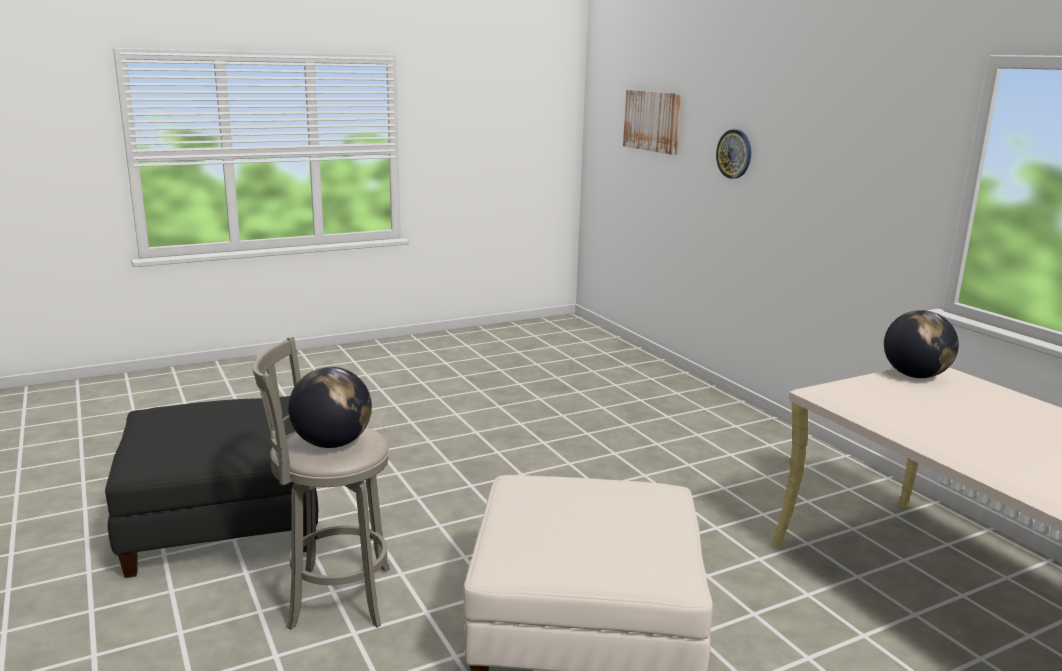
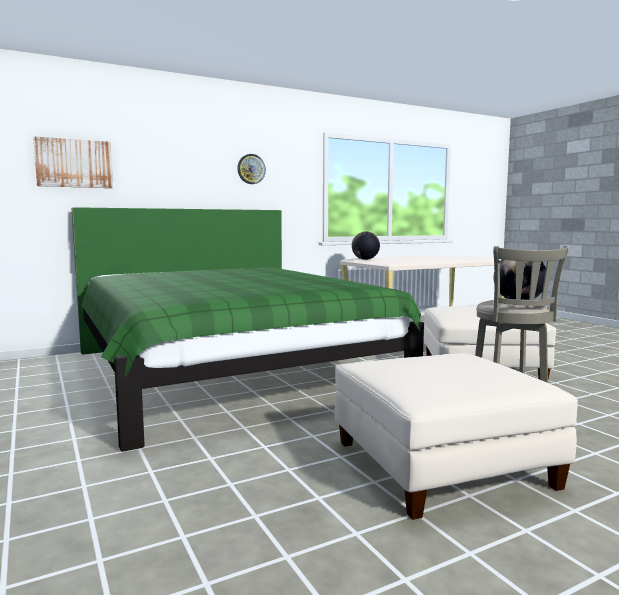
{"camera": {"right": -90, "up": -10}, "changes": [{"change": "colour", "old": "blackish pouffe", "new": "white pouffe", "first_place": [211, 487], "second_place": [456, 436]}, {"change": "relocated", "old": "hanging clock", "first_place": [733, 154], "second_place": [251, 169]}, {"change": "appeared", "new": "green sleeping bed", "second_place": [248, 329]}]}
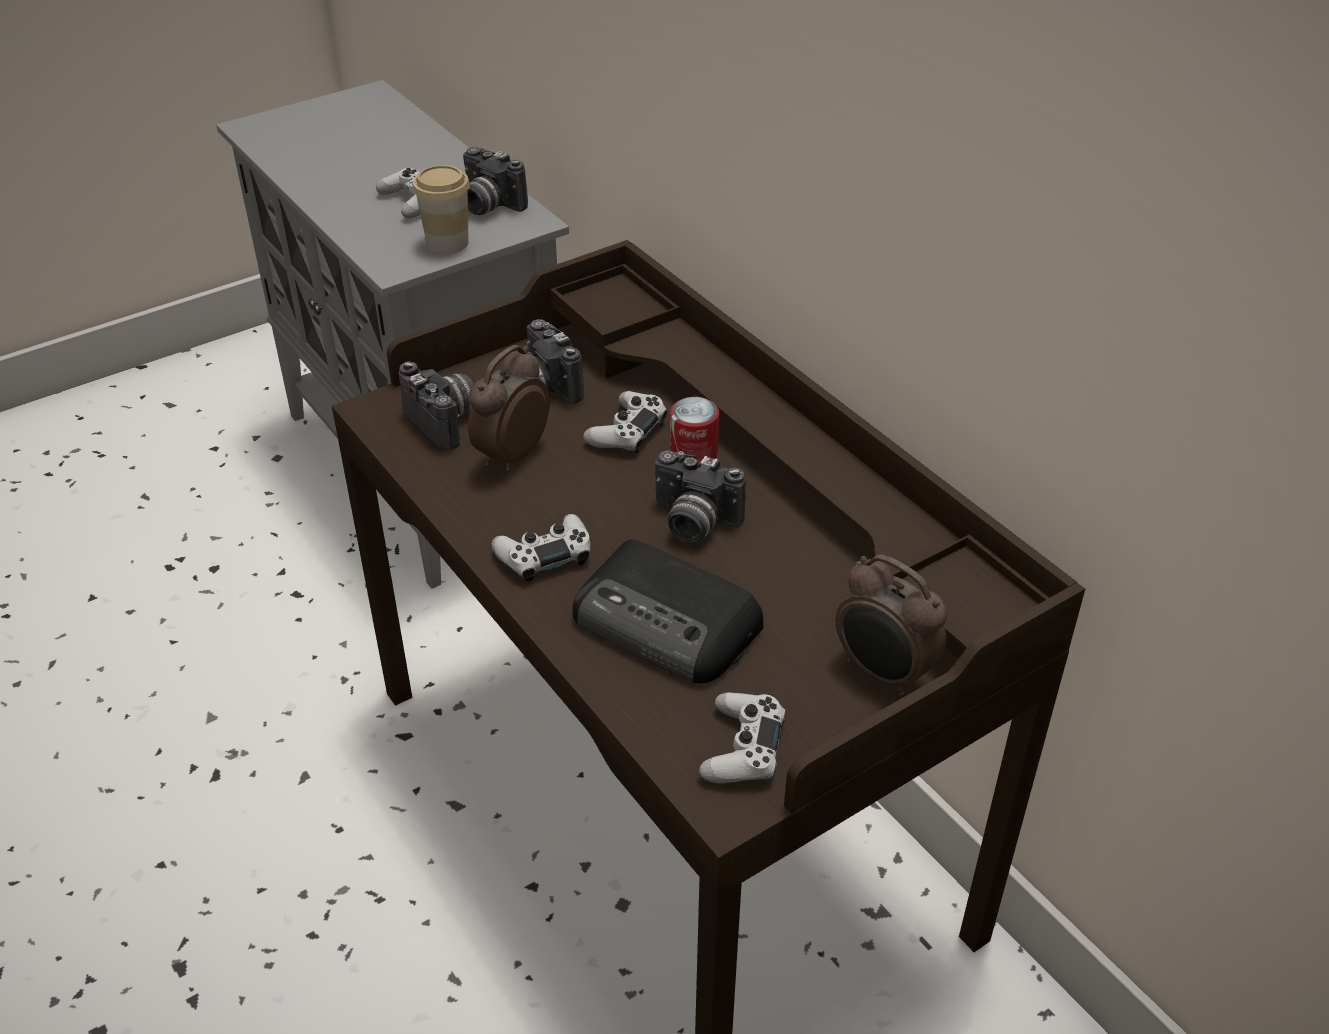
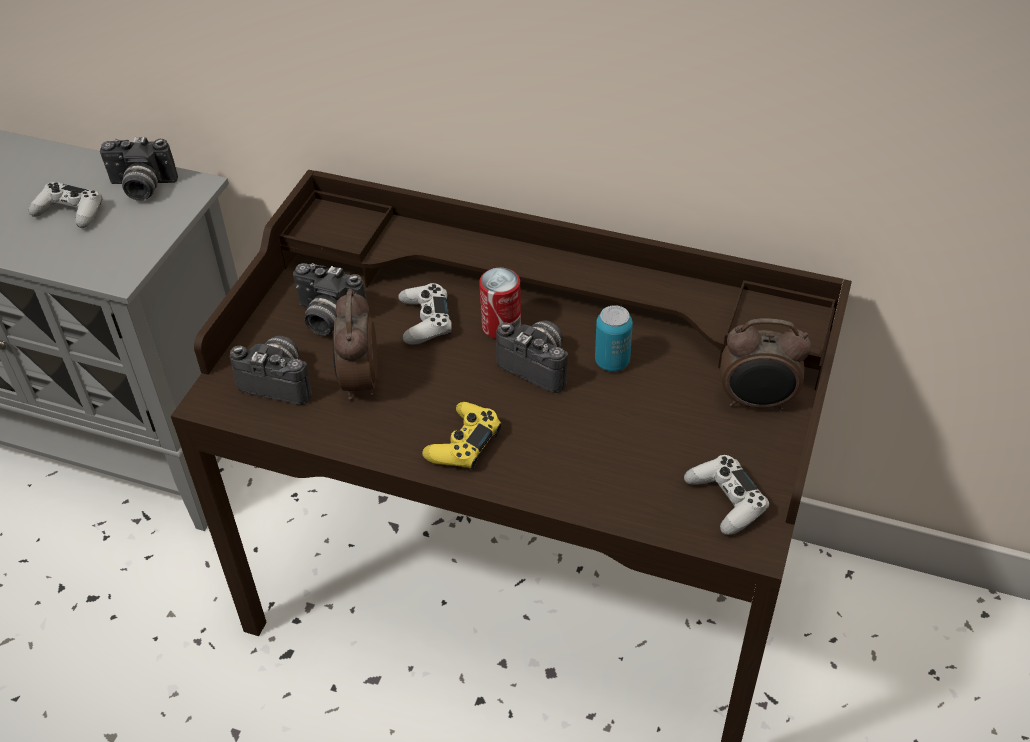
{"camera": {"right": -35, "up": 5}, "changes": [{"change": "missing", "old": "cup", "first_place": [441, 209]}, {"change": "colour", "old": "white gamepad", "new": "yellow gamepad", "first_place": [541, 548], "second_place": [462, 436]}, {"change": "missing", "old": "radio set", "first_place": [667, 611]}, {"change": "spun", "old": "photo camera", "first_place": [700, 497], "second_place": [532, 357], "degrees": -135}, {"change": "appeared", "new": "metal can", "second_place": [614, 338]}]}
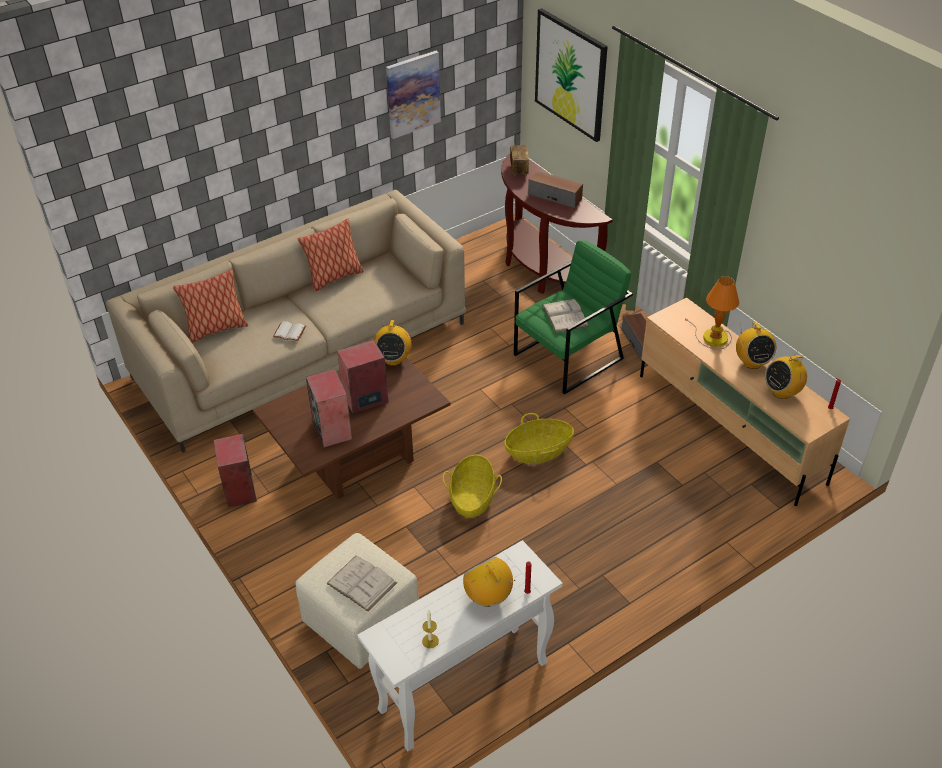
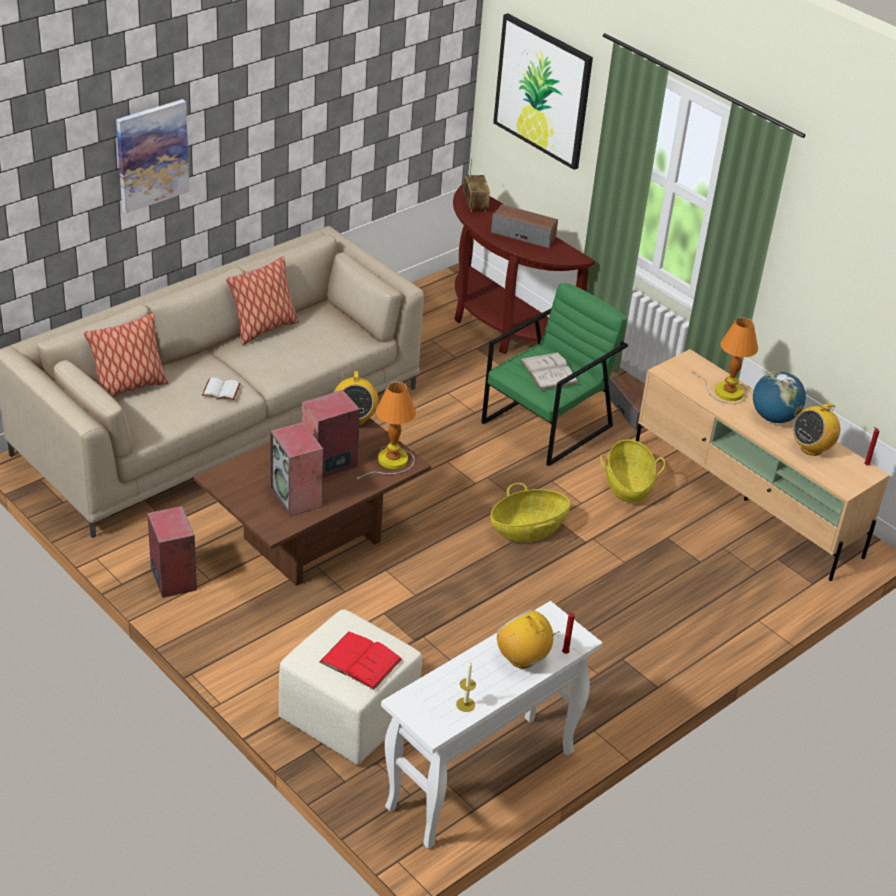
{"camera": {"right": -10, "up": -5}, "changes": [{"change": "colour", "old": "white book", "new": "red book", "first_place": [361, 584], "second_place": [360, 661]}, {"change": "relocated", "old": "picture", "first_place": [413, 95], "second_place": [152, 156]}, {"change": "relocated", "old": "basket", "first_place": [472, 486], "second_place": [632, 470]}, {"change": "exchanged", "old": "radio set", "new": "globe", "first_place": [756, 345], "second_place": [779, 397]}, {"change": "appeared", "new": "tabletop lamp", "second_place": [386, 431]}]}
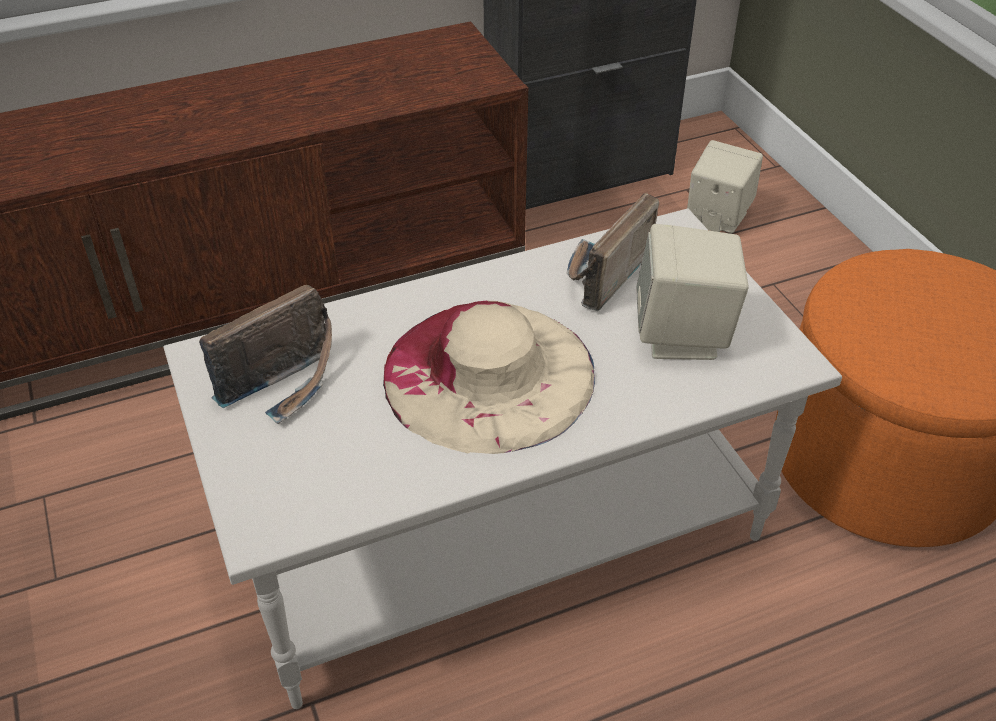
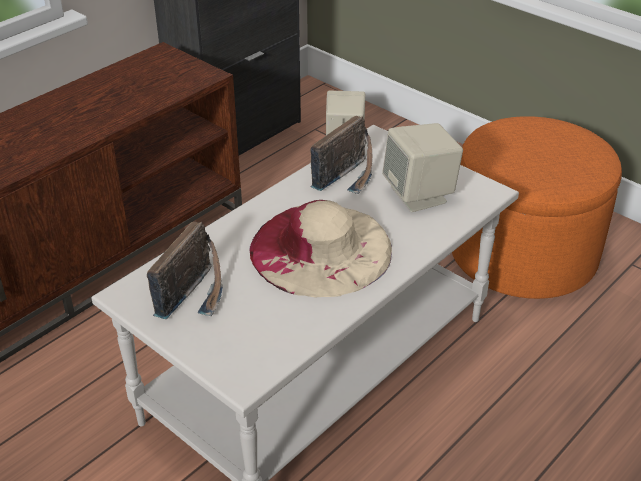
{"camera": {"right": -25, "up": -5}, "changes": [{"change": "spun", "old": "radio set", "first_place": [613, 252], "second_place": [341, 155], "degrees": -150}]}
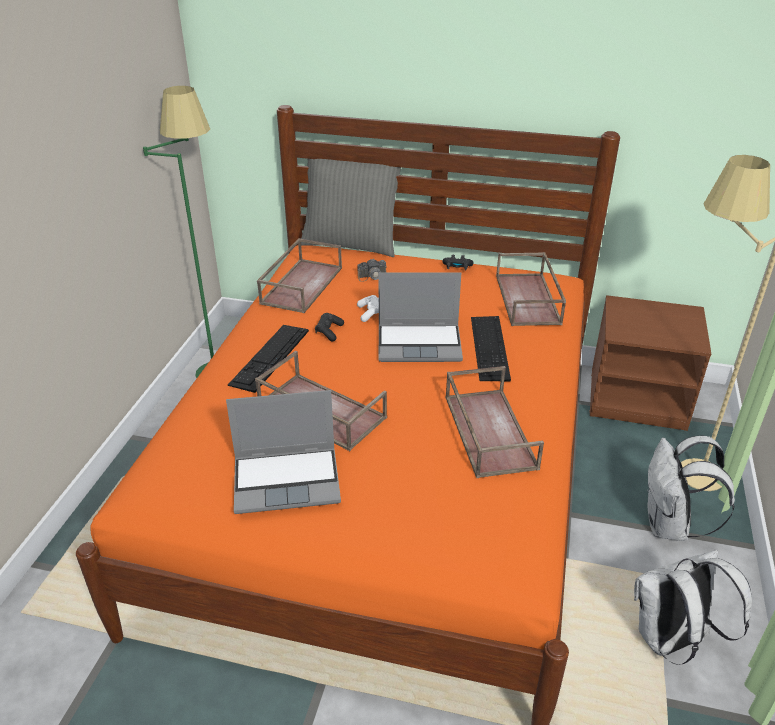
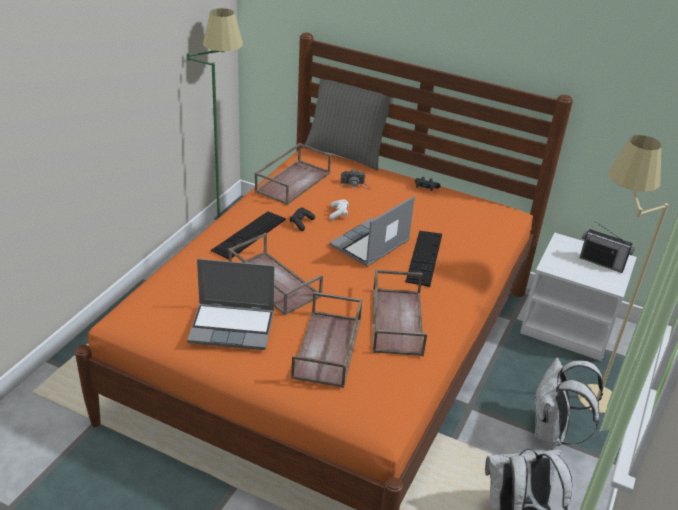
{"camera": {"right": 10, "up": 0}, "changes": [{"change": "spun", "old": "laptop", "first_place": [420, 317], "second_place": [372, 231], "degrees": 120}, {"change": "relocated", "old": "brownish tray", "first_place": [531, 289], "second_place": [326, 340]}, {"change": "colour", "old": "brownish bedside table", "new": "white bedside table", "first_place": [650, 363], "second_place": [578, 296]}, {"change": "appeared", "new": "radio set", "second_place": [607, 247]}]}
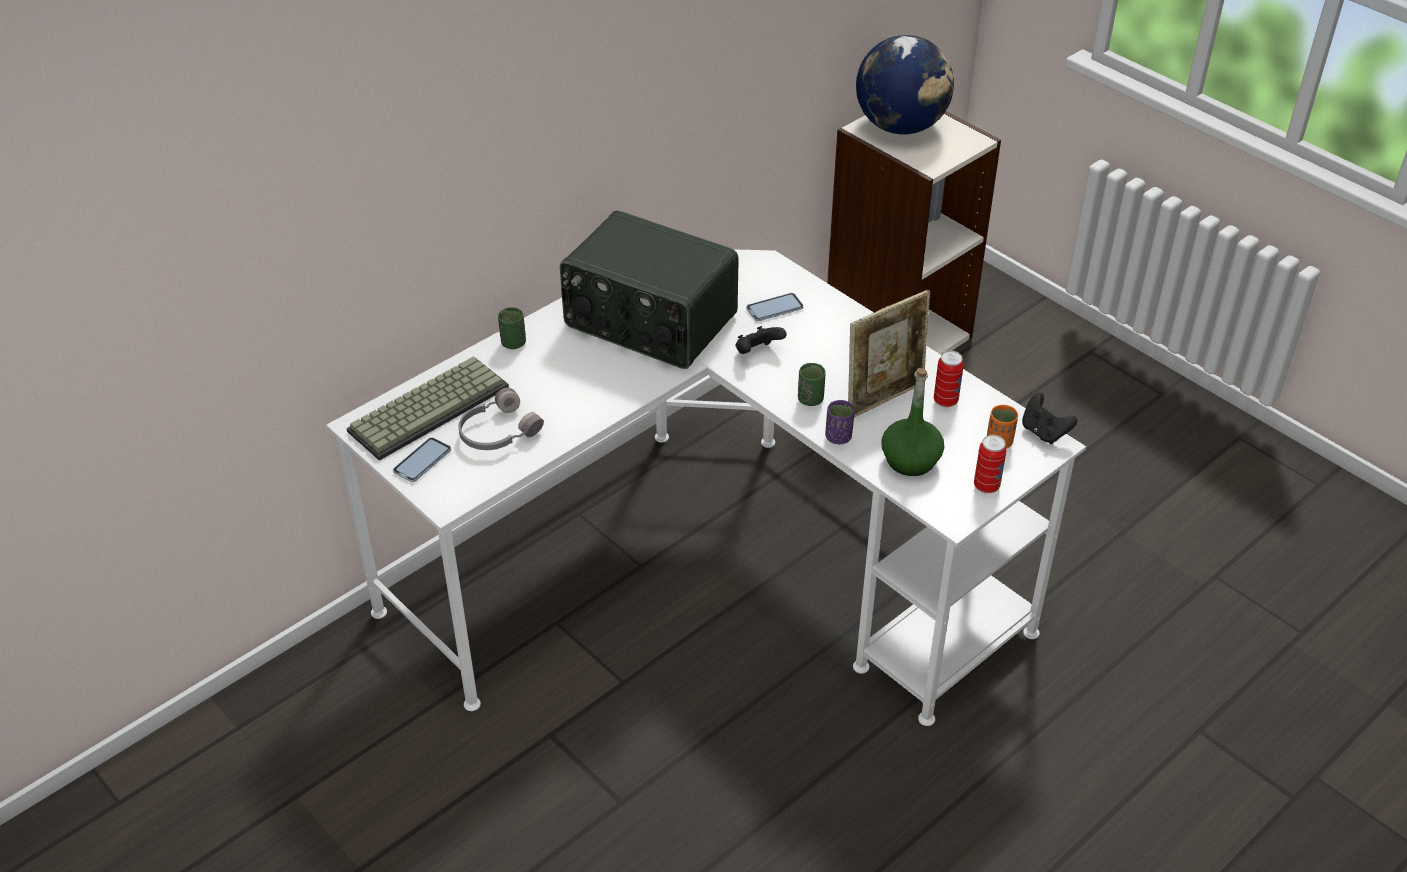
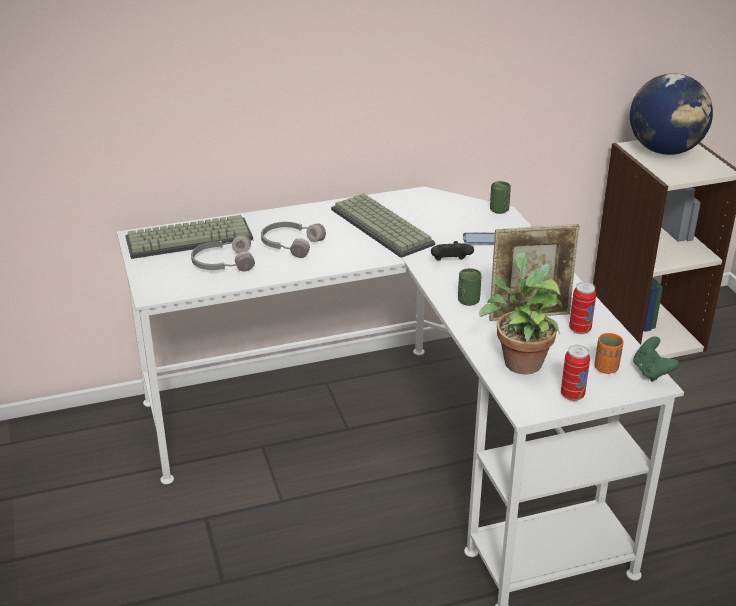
{"camera": {"right": 25, "up": -10}, "changes": [{"change": "missing", "old": "phone", "first_place": [422, 459]}, {"change": "relocated", "old": "green cup", "first_place": [512, 328], "second_place": [500, 197]}, {"change": "exchanged", "old": "radio set", "new": "PC keyboard", "first_place": [649, 289], "second_place": [383, 225]}, {"change": "missing", "old": "purplish cup", "first_place": [840, 422]}, {"change": "exchanged", "old": "green bottle", "new": "houseplant", "first_place": [912, 422], "second_place": [520, 313]}, {"change": "colour", "old": "blackish gamepad", "new": "green gamepad", "first_place": [1049, 418], "second_place": [656, 359]}, {"change": "appeared", "new": "gray headphones", "second_place": [293, 240]}]}
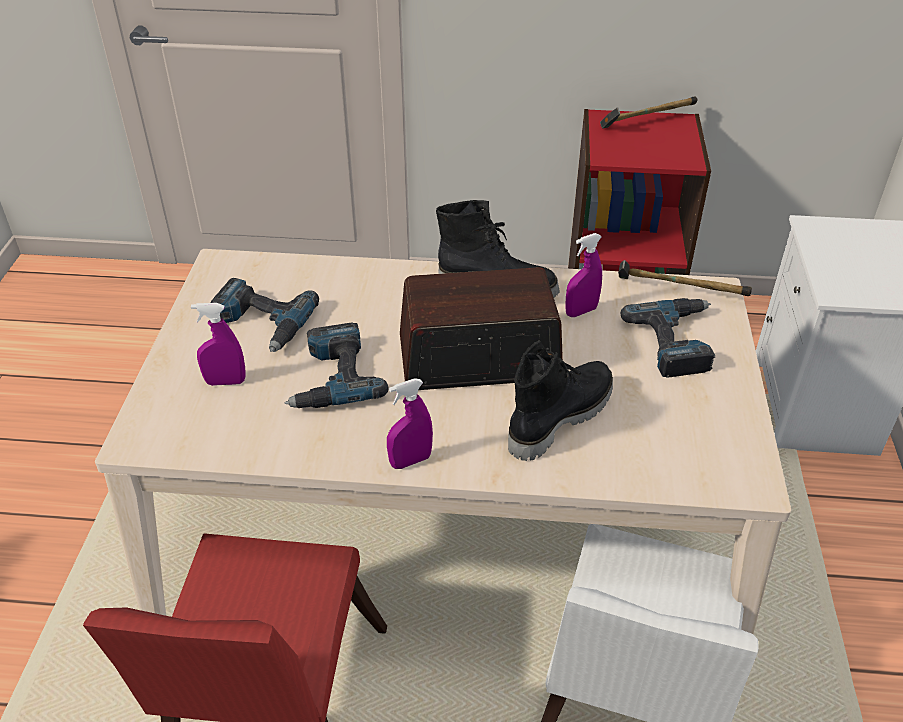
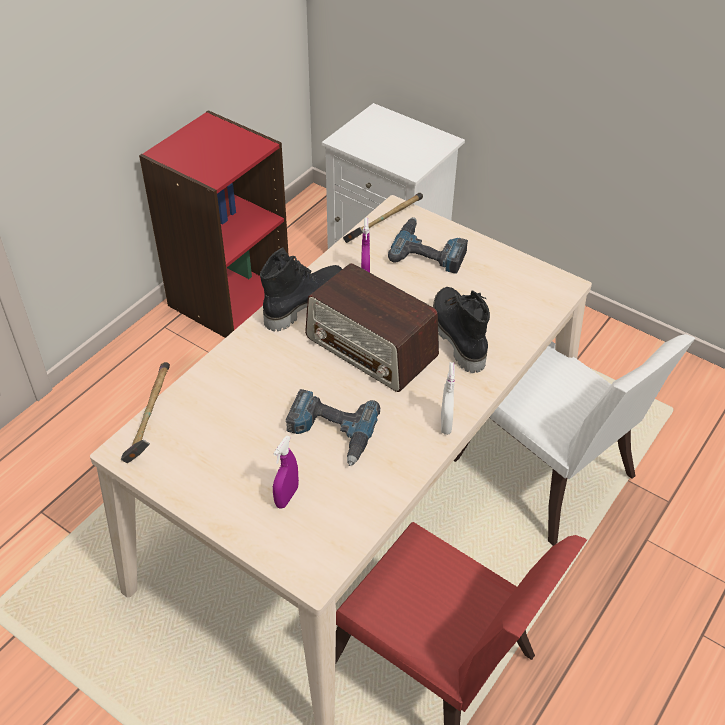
{"camera": {"right": -60, "up": 5}, "changes": [{"change": "missing", "old": "power drill", "first_place": [264, 315]}, {"change": "colour", "old": "purplish hand sprayer", "new": "white hand sprayer", "first_place": [410, 423], "second_place": [448, 398]}, {"change": "spun", "old": "radio set", "first_place": [481, 328], "second_place": [372, 327], "degrees": -75}, {"change": "relocated", "old": "tool hammer", "first_place": [648, 112], "second_place": [145, 412]}]}
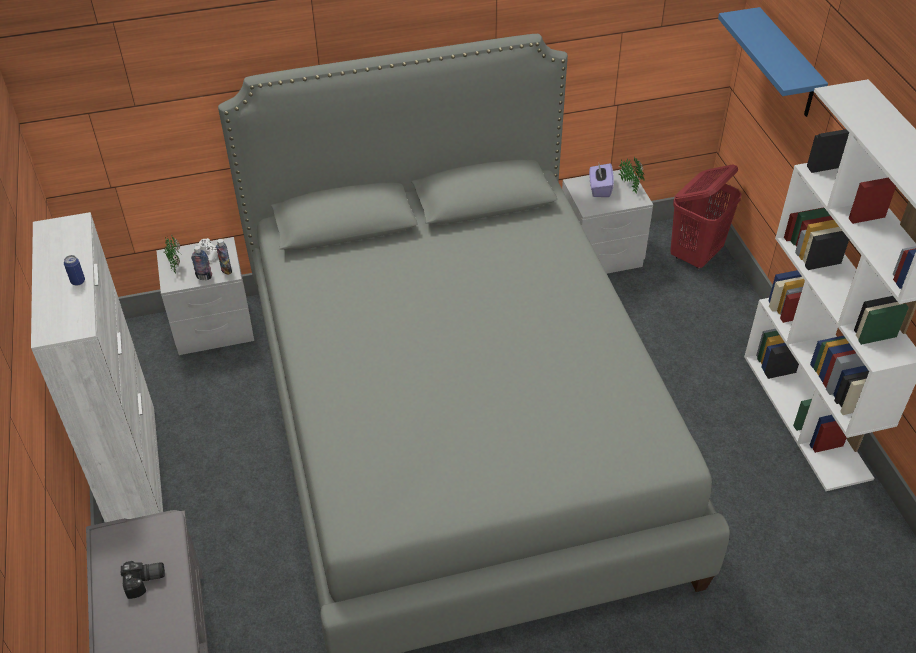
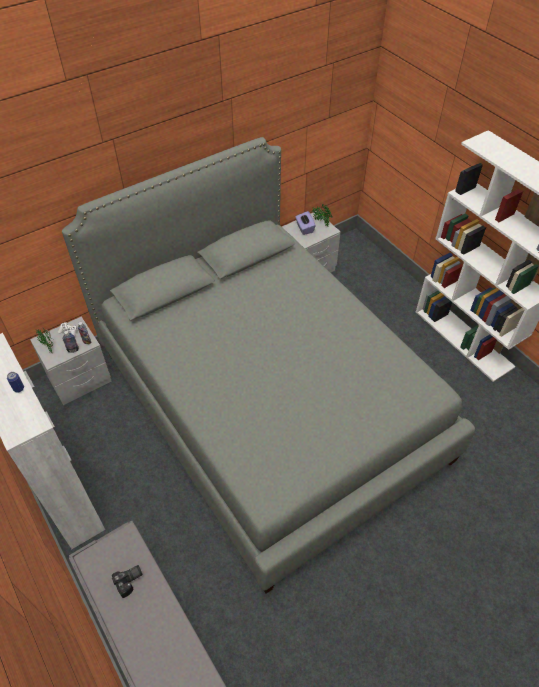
{"camera": {"right": -20, "up": 5}, "changes": [{"change": "missing", "old": "red washing basket", "first_place": [705, 216]}, {"change": "missing", "old": "blue shelf", "first_place": [773, 62]}]}
